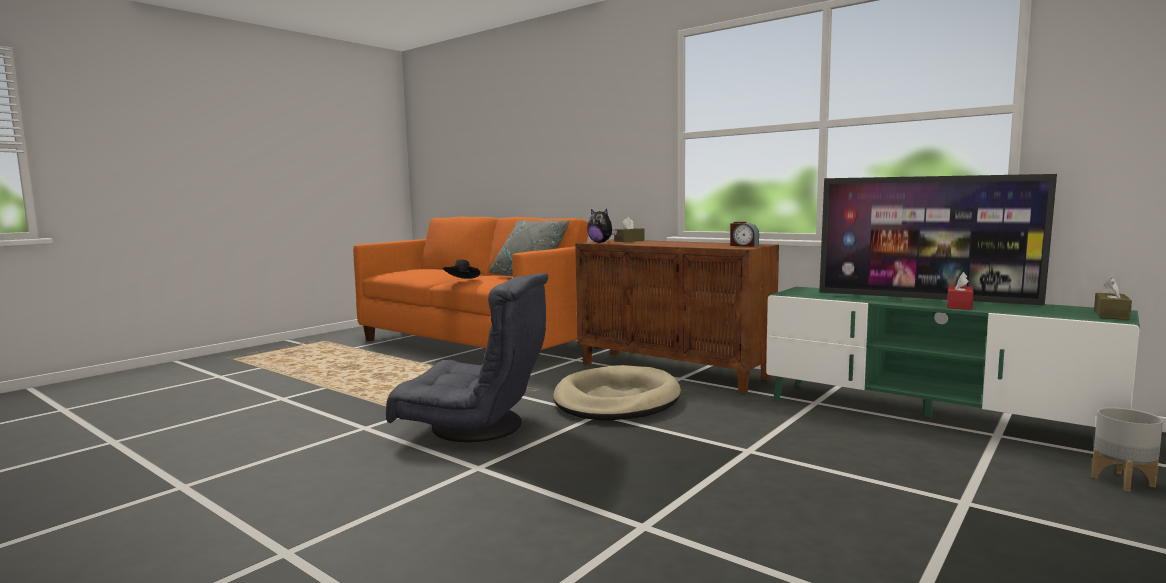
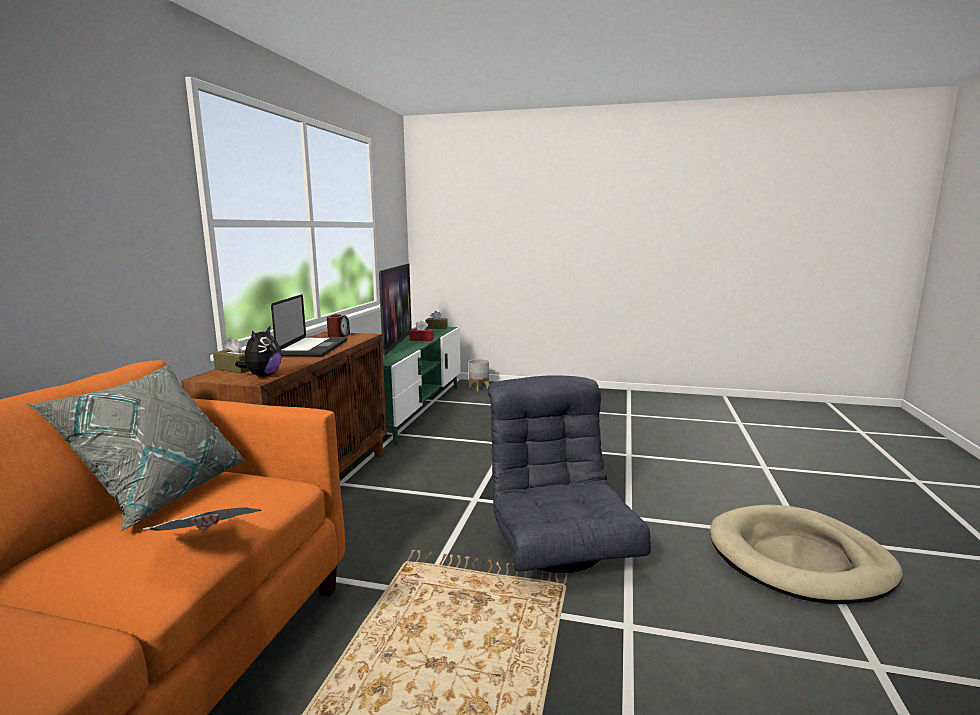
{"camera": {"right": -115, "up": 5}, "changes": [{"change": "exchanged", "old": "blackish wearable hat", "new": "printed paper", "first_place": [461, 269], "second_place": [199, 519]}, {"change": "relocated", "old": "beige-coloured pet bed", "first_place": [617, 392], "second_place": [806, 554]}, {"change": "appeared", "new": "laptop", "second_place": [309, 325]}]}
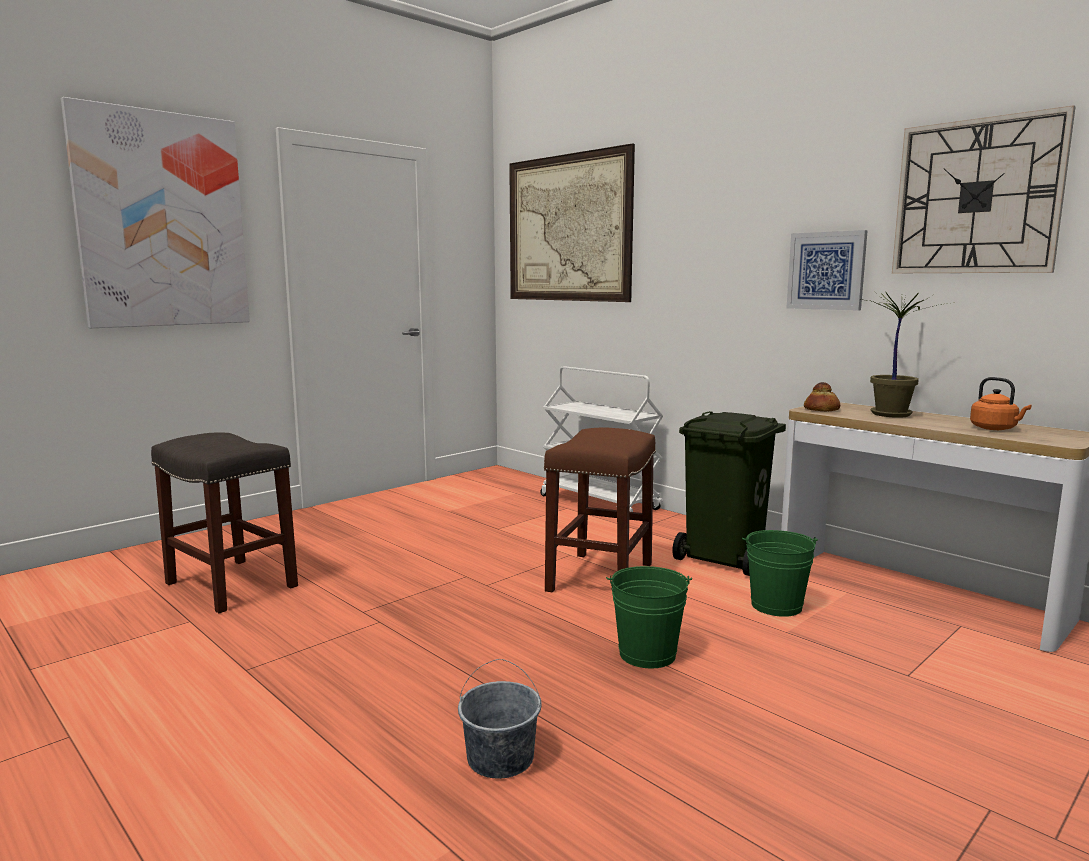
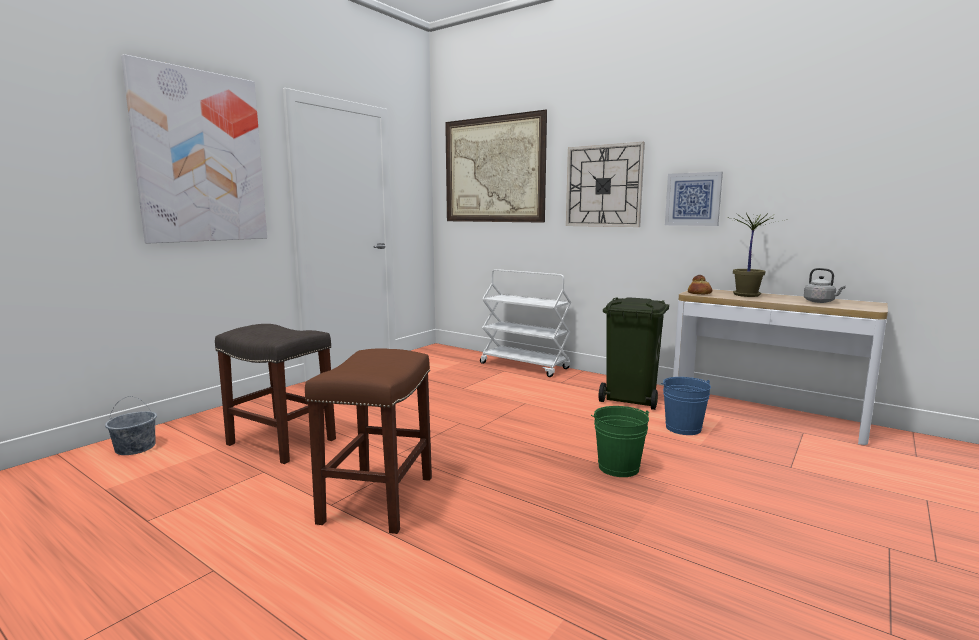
{"camera": {"right": -10, "up": 0}, "changes": [{"change": "relocated", "old": "gray water bucket", "first_place": [499, 719], "second_place": [131, 425]}, {"change": "relocated", "old": "brownish stool", "first_place": [600, 509], "second_place": [368, 441]}, {"change": "colour", "old": "green water bucket", "new": "blue water bucket", "first_place": [780, 573], "second_place": [686, 406]}, {"change": "relocated", "old": "hanging clock", "first_place": [984, 189], "second_place": [605, 184]}, {"change": "colour", "old": "orange-coloured tea kettle", "new": "gray tea kettle", "first_place": [1001, 403], "second_place": [825, 285]}]}
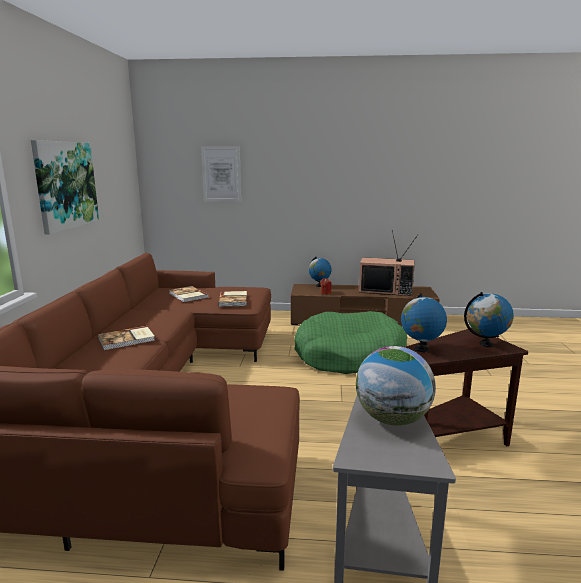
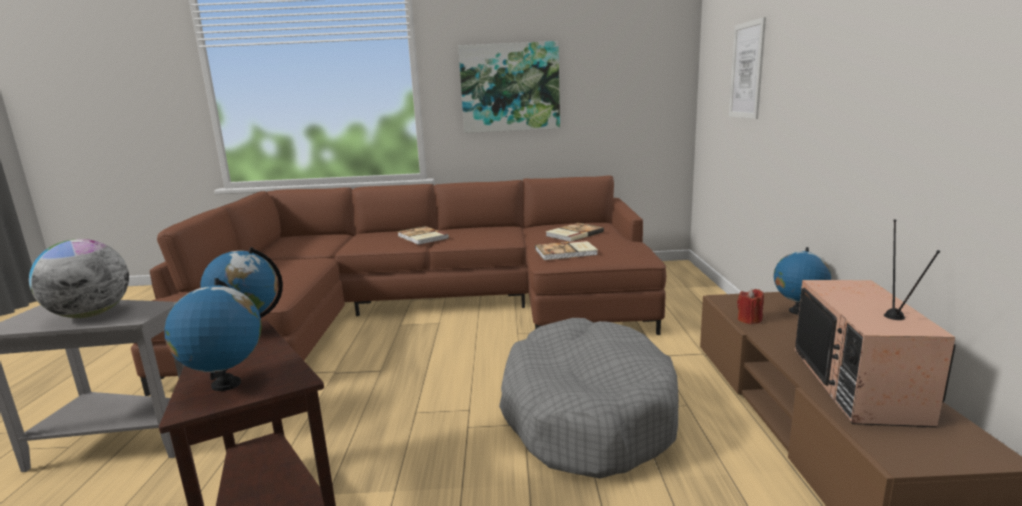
{"camera": {"right": 85, "up": 0}, "changes": [{"change": "colour", "old": "green pet bed", "new": "gray pet bed", "first_place": [350, 342], "second_place": [589, 398]}]}
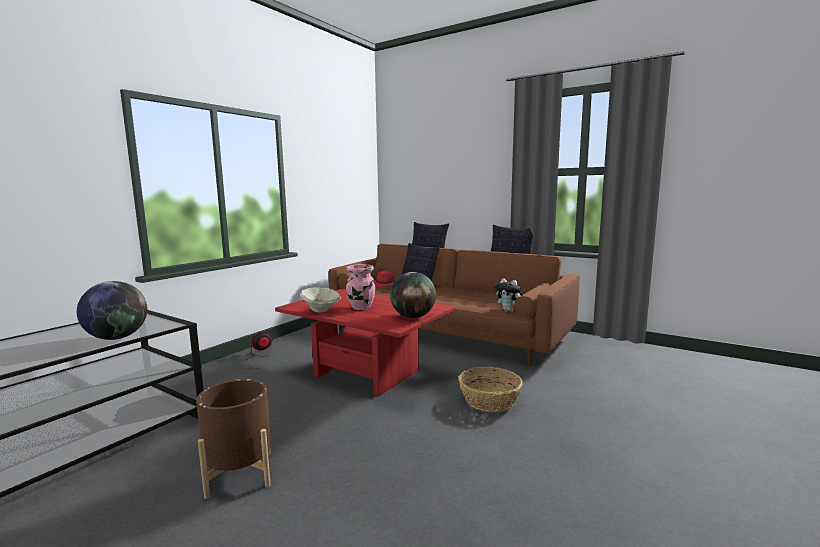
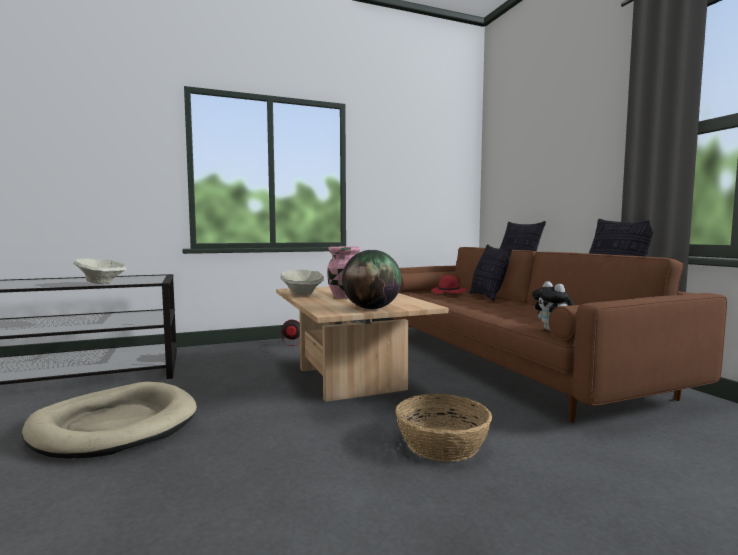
{"camera": {"right": 35, "up": -5}, "changes": [{"change": "exchanged", "old": "globe", "new": "beige-coloured bowl", "first_place": [112, 310], "second_place": [100, 271]}, {"change": "exchanged", "old": "brownish flower pot", "new": "beige-coloured pet bed", "first_place": [233, 439], "second_place": [109, 420]}, {"change": "colour", "old": "red coffee table", "new": "beige-coloured coffee table", "first_place": [365, 342], "second_place": [362, 344]}]}
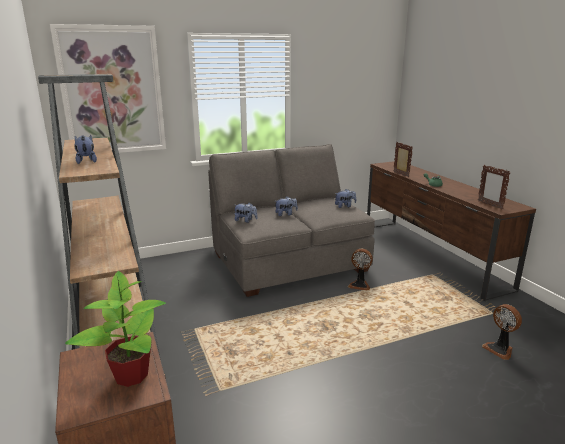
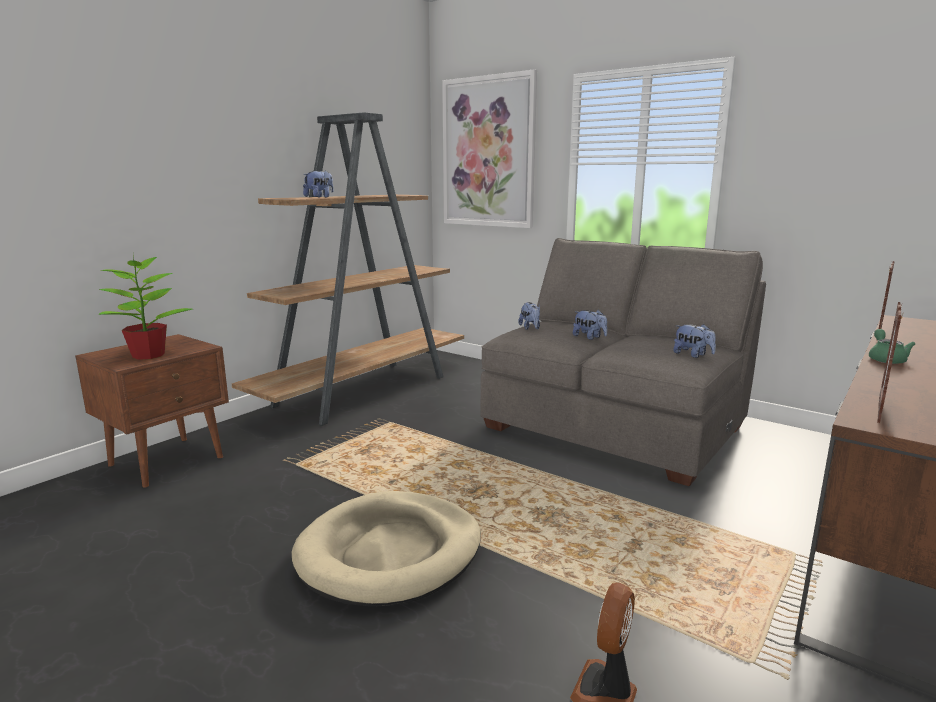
{"camera": {"right": 60, "up": -5}, "changes": [{"change": "missing", "old": "fan", "first_place": [360, 270]}, {"change": "appeared", "new": "beige-coloured pet bed", "second_place": [386, 549]}]}
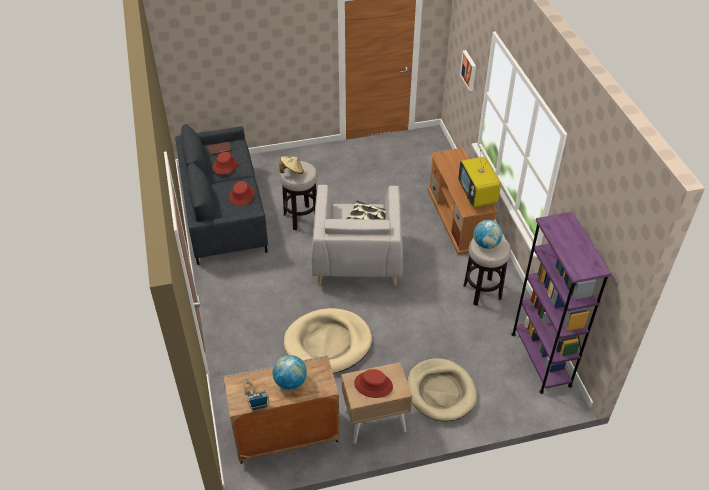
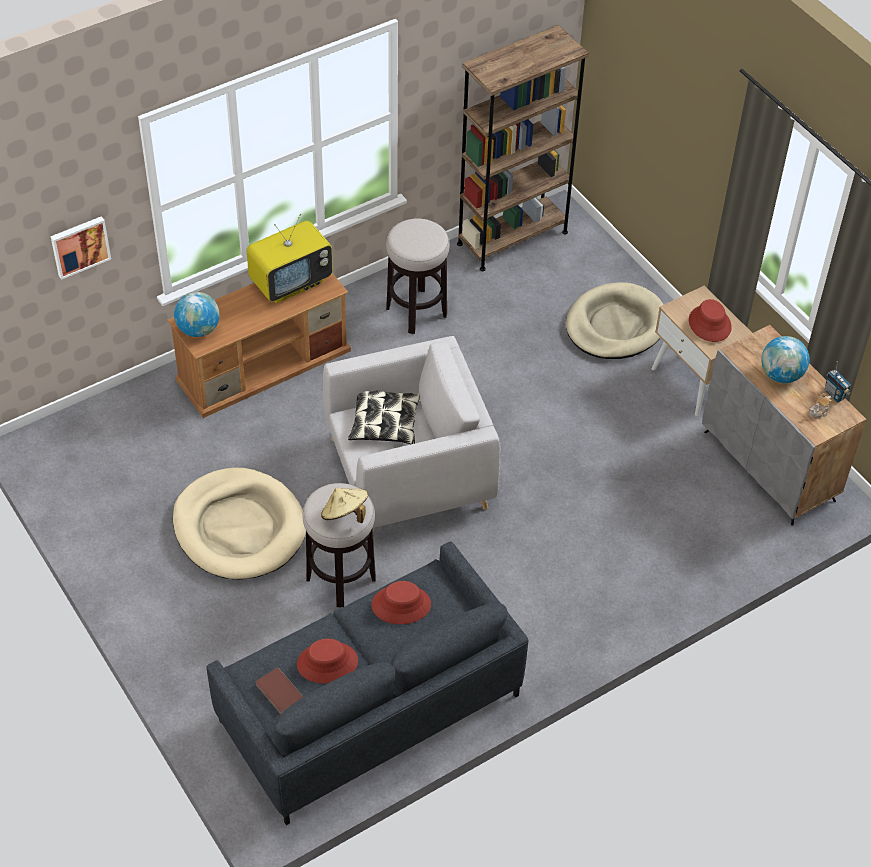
{"camera": {"right": -110, "up": 5}, "changes": [{"change": "relocated", "old": "beige-coloured pet bed", "first_place": [328, 341], "second_place": [239, 524]}, {"change": "relocated", "old": "globe", "first_place": [488, 234], "second_place": [197, 314]}, {"change": "colour", "old": "purplish shelving unit", "new": "brownish shelving unit", "first_place": [561, 303], "second_place": [523, 148]}]}
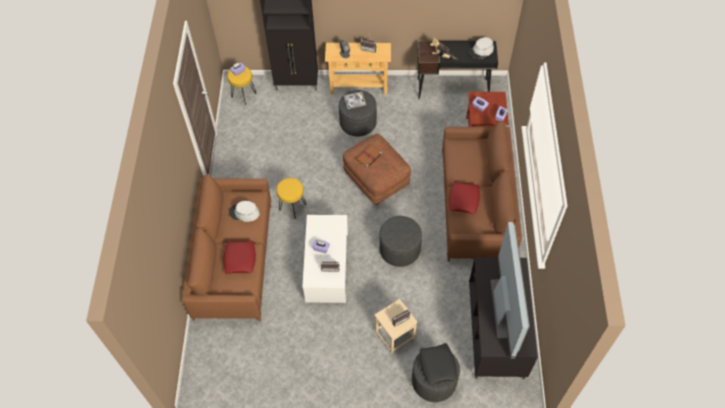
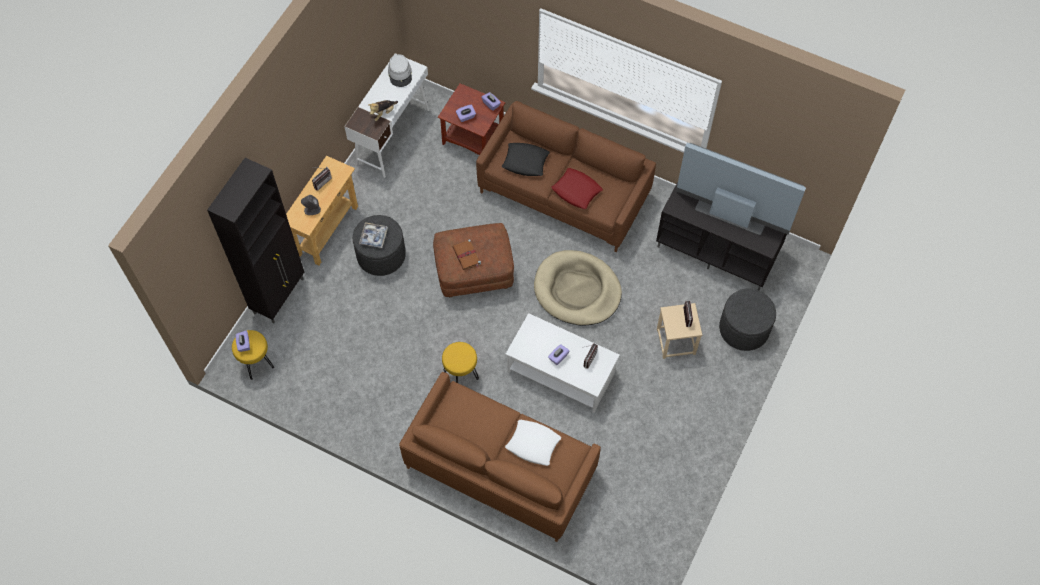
{"camera": {"right": -65, "up": 5}, "changes": [{"change": "colour", "old": "red pillow", "new": "white pillow", "first_place": [239, 257], "second_place": [533, 443]}, {"change": "missing", "old": "gray wearable hat", "first_place": [244, 211]}, {"change": "exchanged", "old": "gray pouffe", "new": "beige-coloured pet bed", "first_place": [400, 241], "second_place": [578, 288]}, {"change": "colour", "old": "blackish desk unit", "new": "white desk unit", "first_place": [457, 69], "second_place": [386, 115]}, {"change": "relocated", "old": "blackish pillow", "first_place": [438, 364], "second_place": [526, 159]}]}
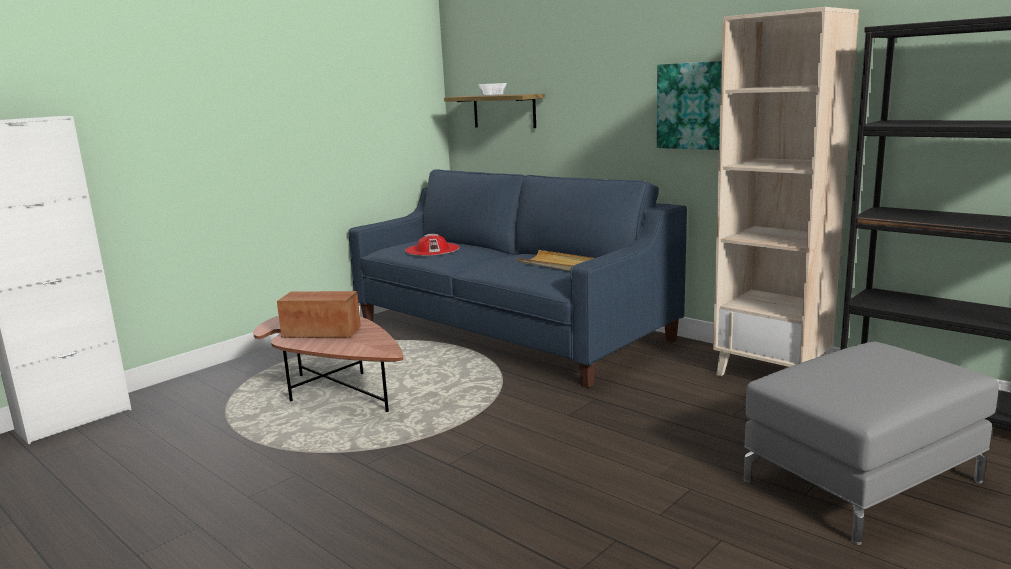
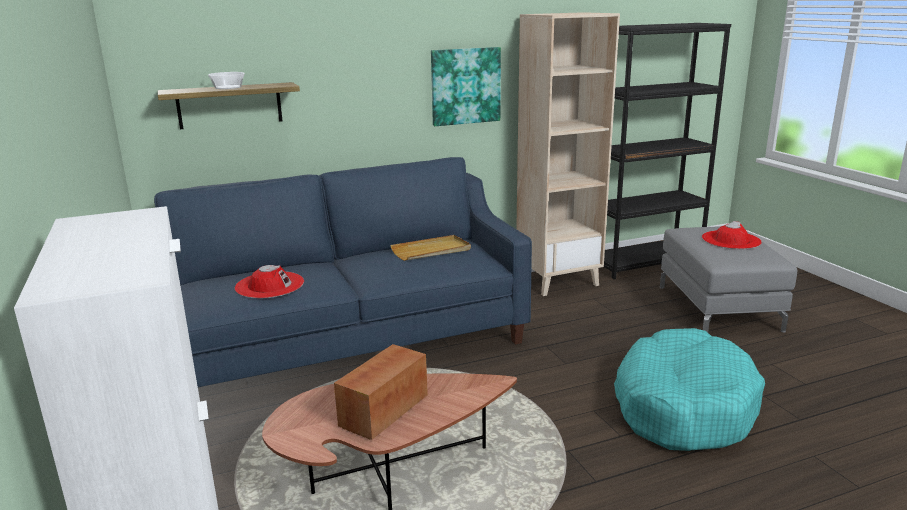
{"camera": {"right": -65, "up": 5}, "changes": [{"change": "appeared", "new": "blue-green pet bed", "second_place": [689, 389]}, {"change": "appeared", "new": "red wearable hat", "second_place": [732, 235]}]}
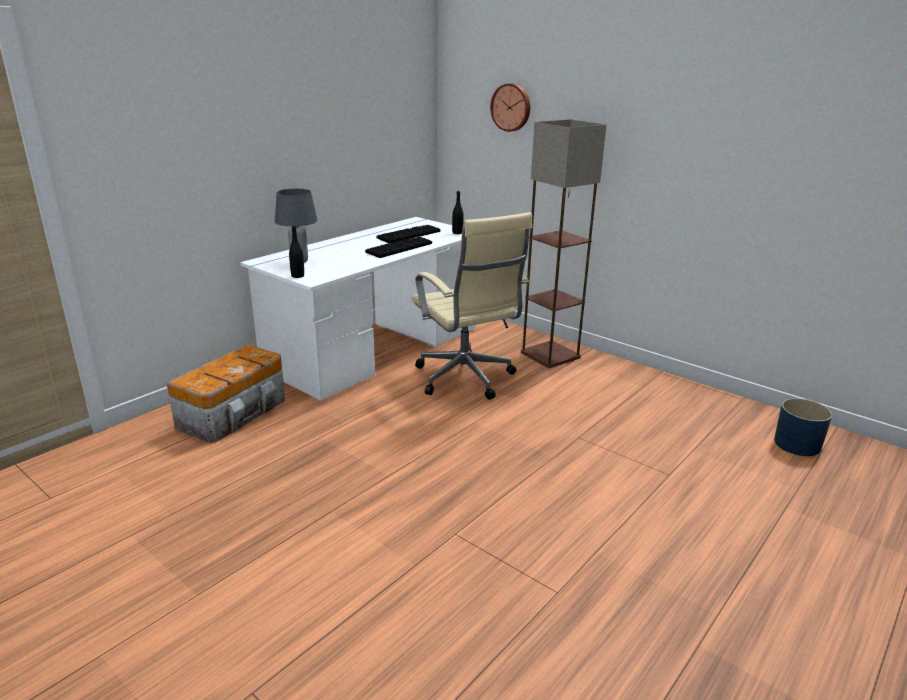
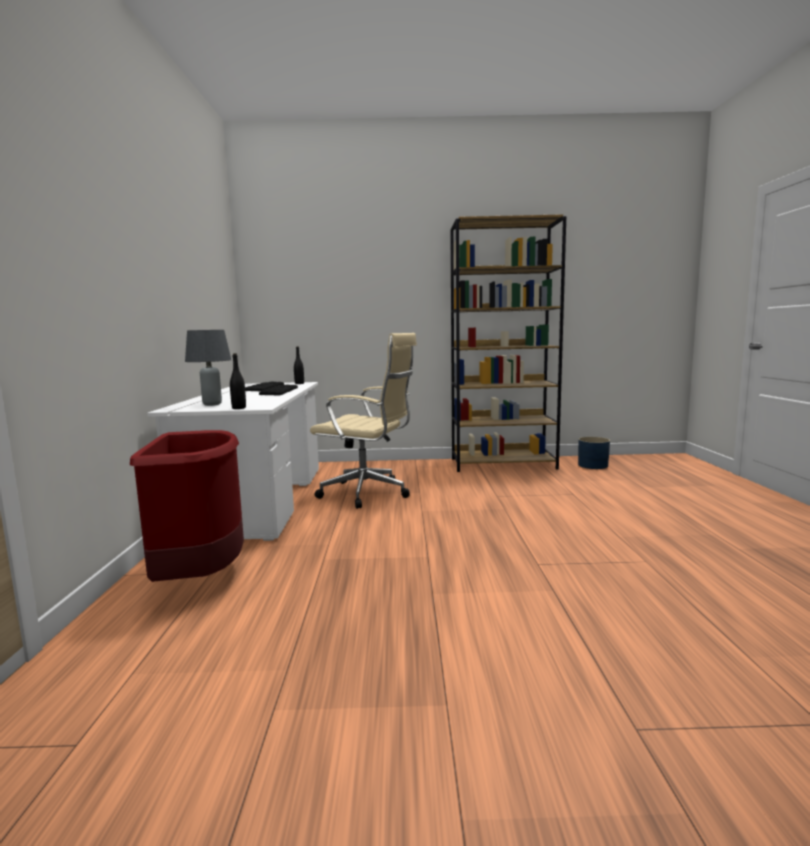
{"camera": {"right": -40, "up": -15}, "changes": [{"change": "exchanged", "old": "storage box", "new": "red rubbish bin", "first_place": [226, 393], "second_place": [187, 506]}, {"change": "missing", "old": "hanging clock", "first_place": [510, 107]}, {"change": "missing", "old": "standard lamp", "first_place": [563, 243]}, {"change": "appeared", "new": "brownish shelving unit", "second_place": [508, 343]}]}
